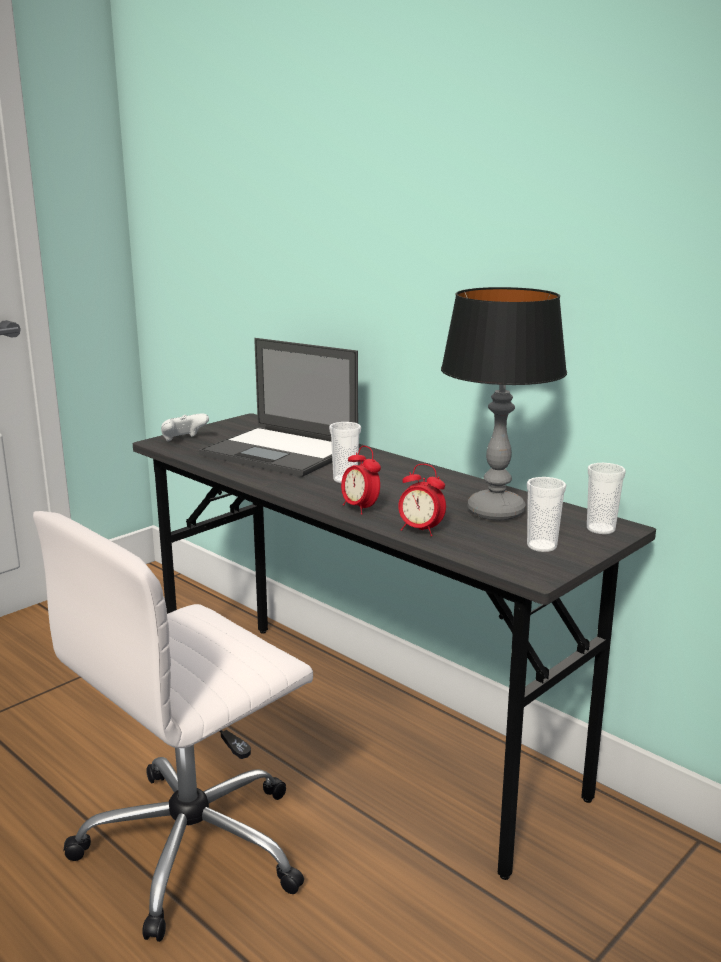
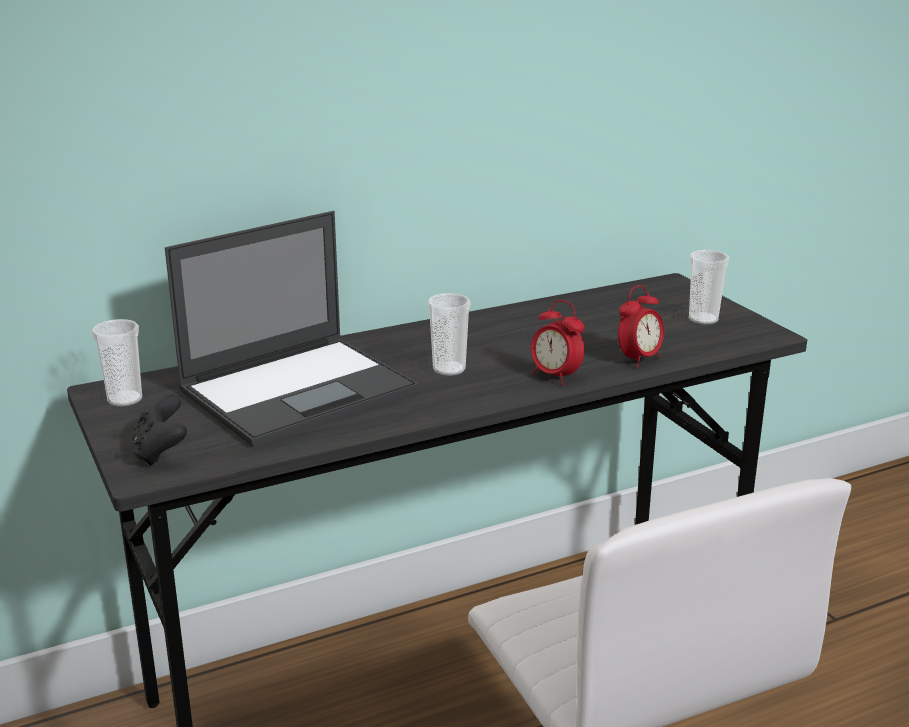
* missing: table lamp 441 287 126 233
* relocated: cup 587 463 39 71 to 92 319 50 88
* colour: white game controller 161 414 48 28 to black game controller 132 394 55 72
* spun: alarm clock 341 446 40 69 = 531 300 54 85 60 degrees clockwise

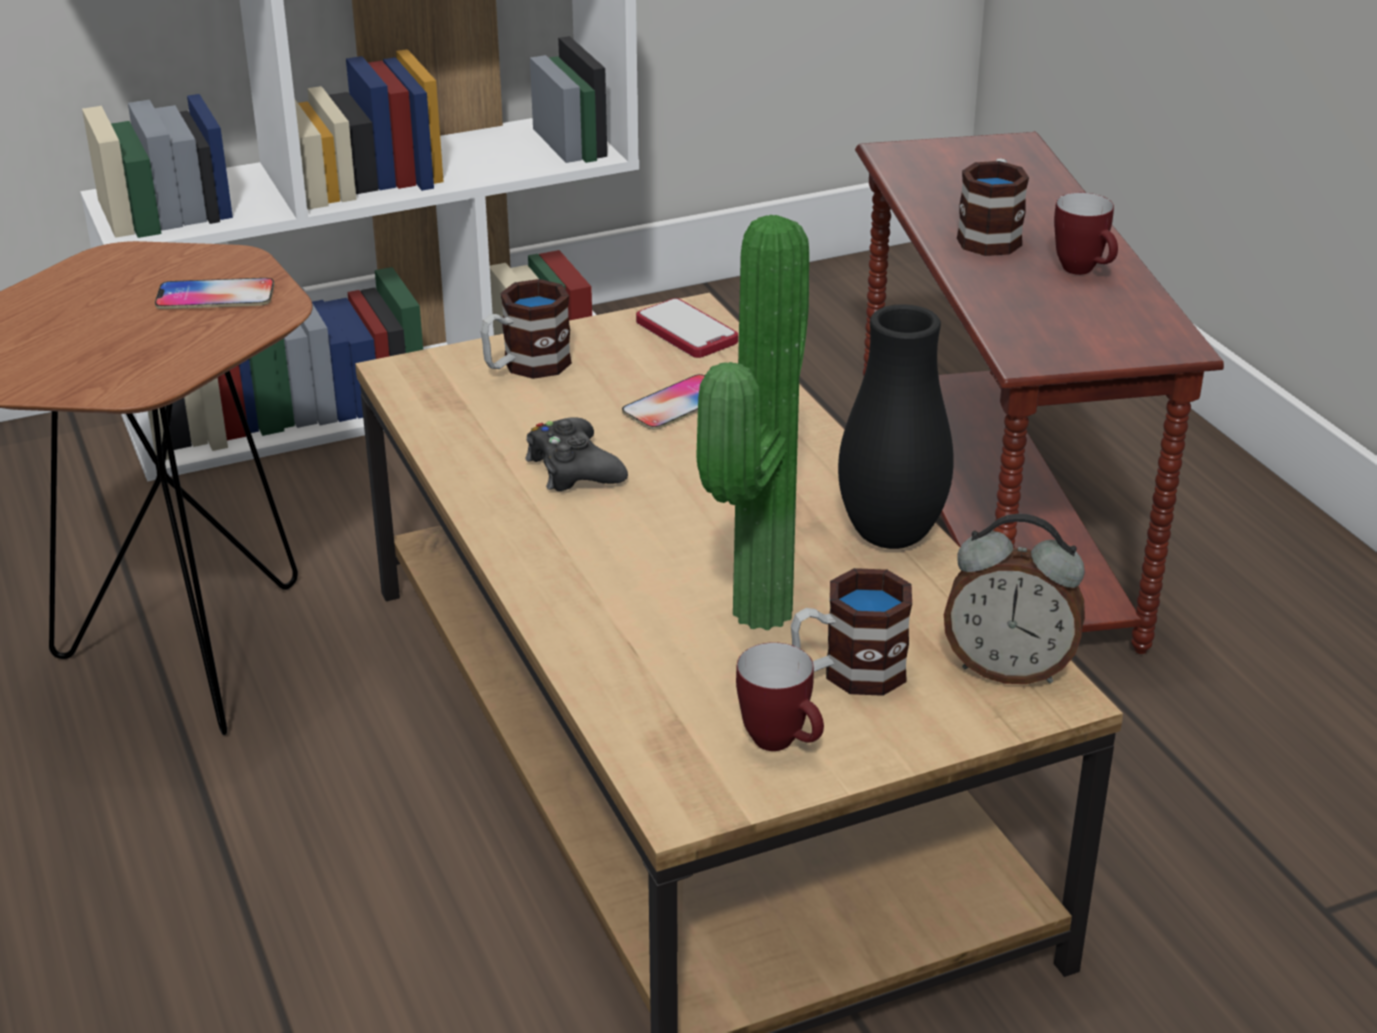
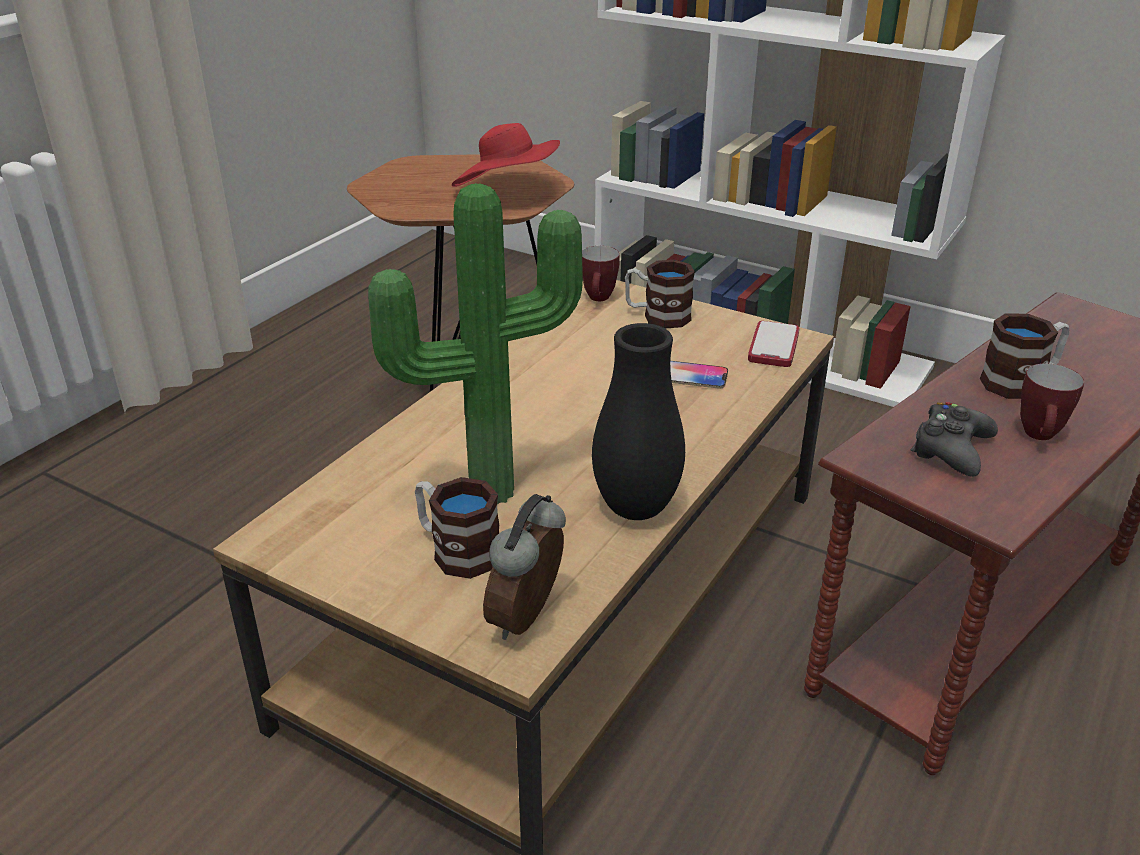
* relocated: black game controller 525 417 103 74 to 911 402 87 75
* relocated: mug 736 642 88 109 to 582 246 38 55
* exchanged: phone 155 278 119 31 to red hat 452 123 108 64
* spun: alarm clock 944 514 141 170 = 483 494 83 146 45 degrees clockwise

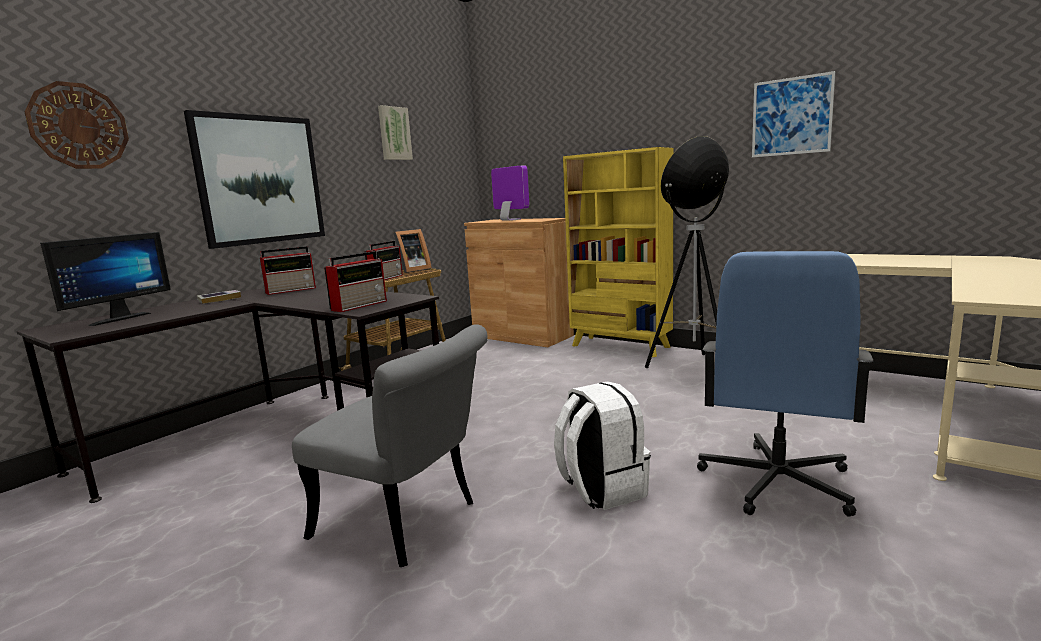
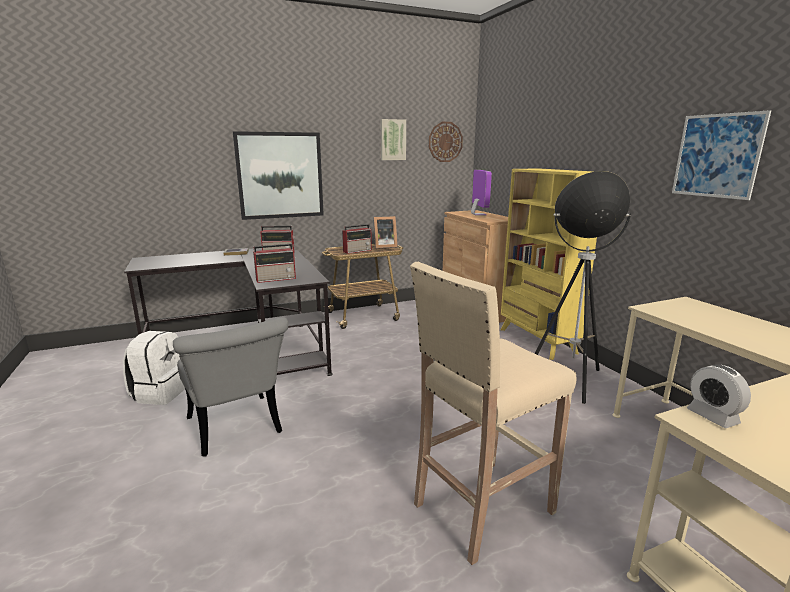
* missing: monitor 40 232 131 94
* appeared: alarm clock 687 364 64 64
* relocated: wall clock 24 81 105 88 to 429 122 34 40
* relocated: white backpack 554 381 97 129 to 123 331 62 74
* exchanged: blue office chair 697 251 176 266 to beige stool 410 262 166 303

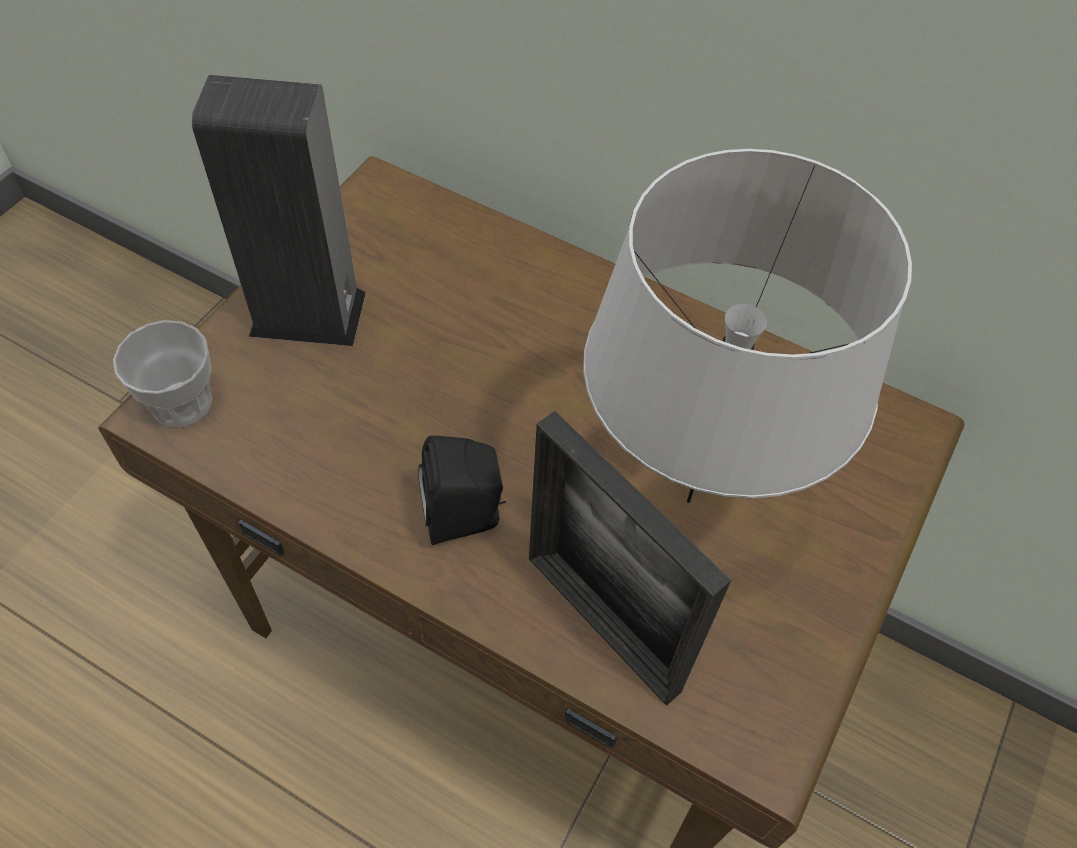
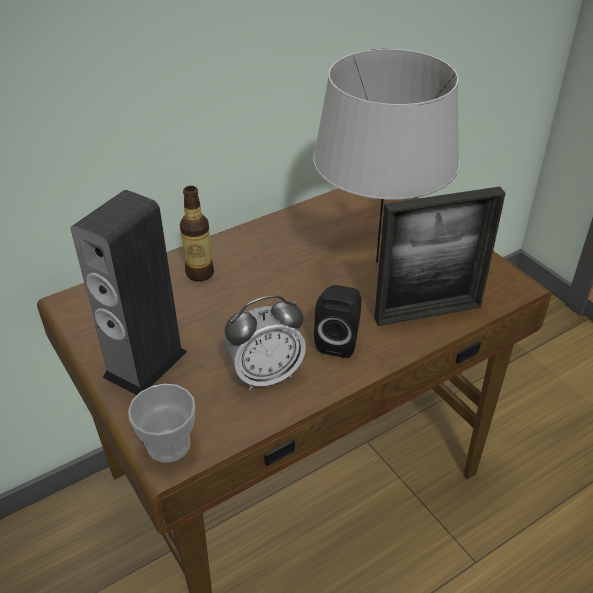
* appeared: bottle 180 186 34 95
* appeared: alarm clock 224 296 82 94

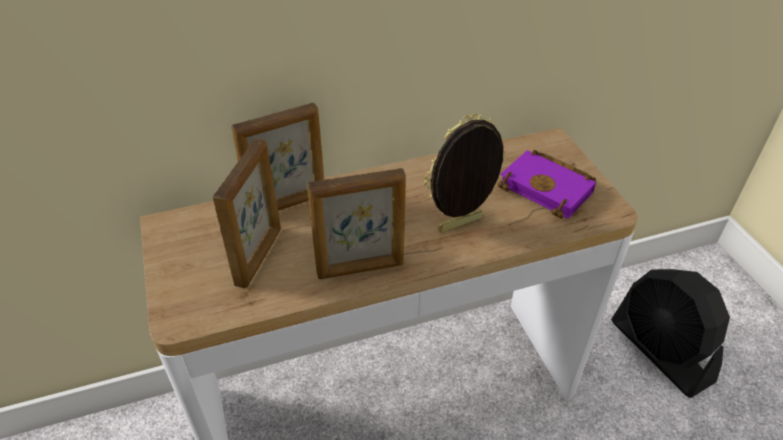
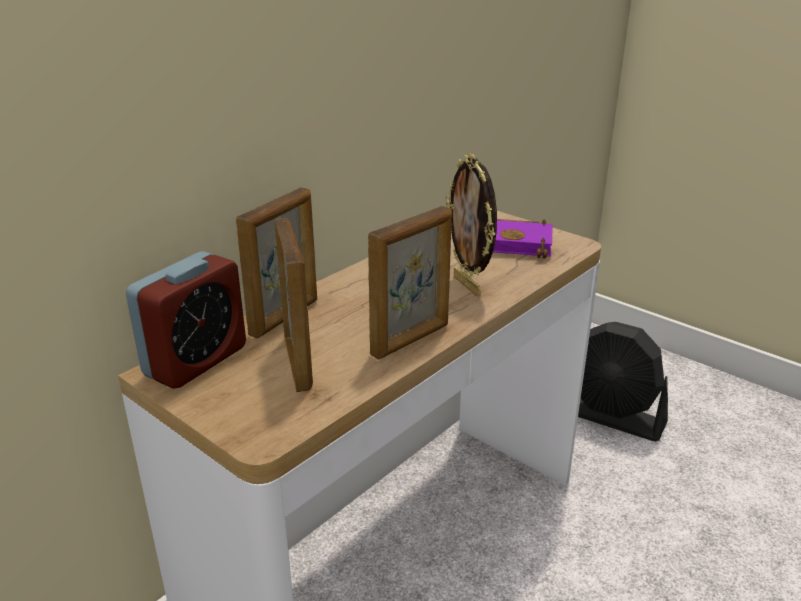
* appeared: alarm clock 126 251 120 138
* spun: picture frame 424 113 81 119 = 446 153 51 143 60 degrees counterclockwise

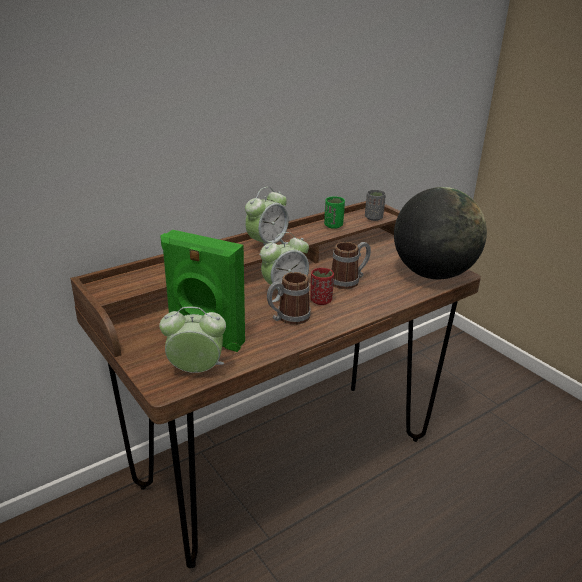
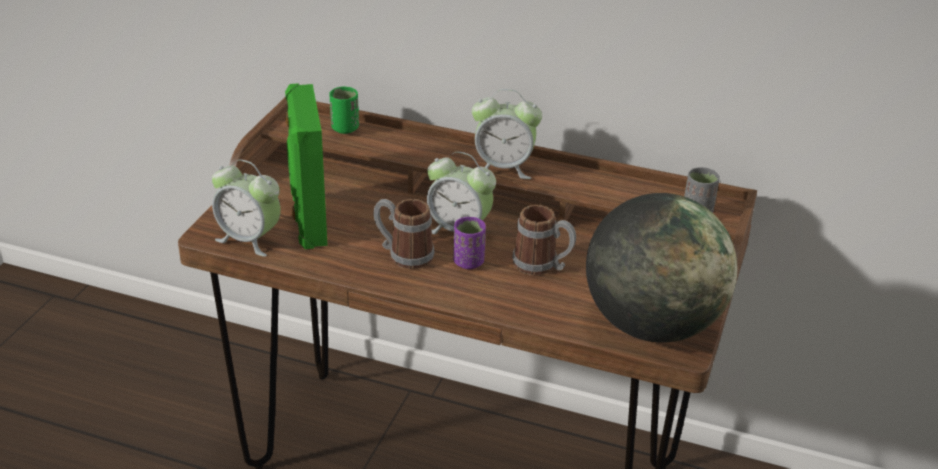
* relocated: green cup 324 196 21 33 to 329 87 30 47
* colour: red cup 310 268 24 37 to purple cup 453 217 33 52
* spun: alarm clock 159 307 67 66 = 212 159 69 98 150 degrees clockwise

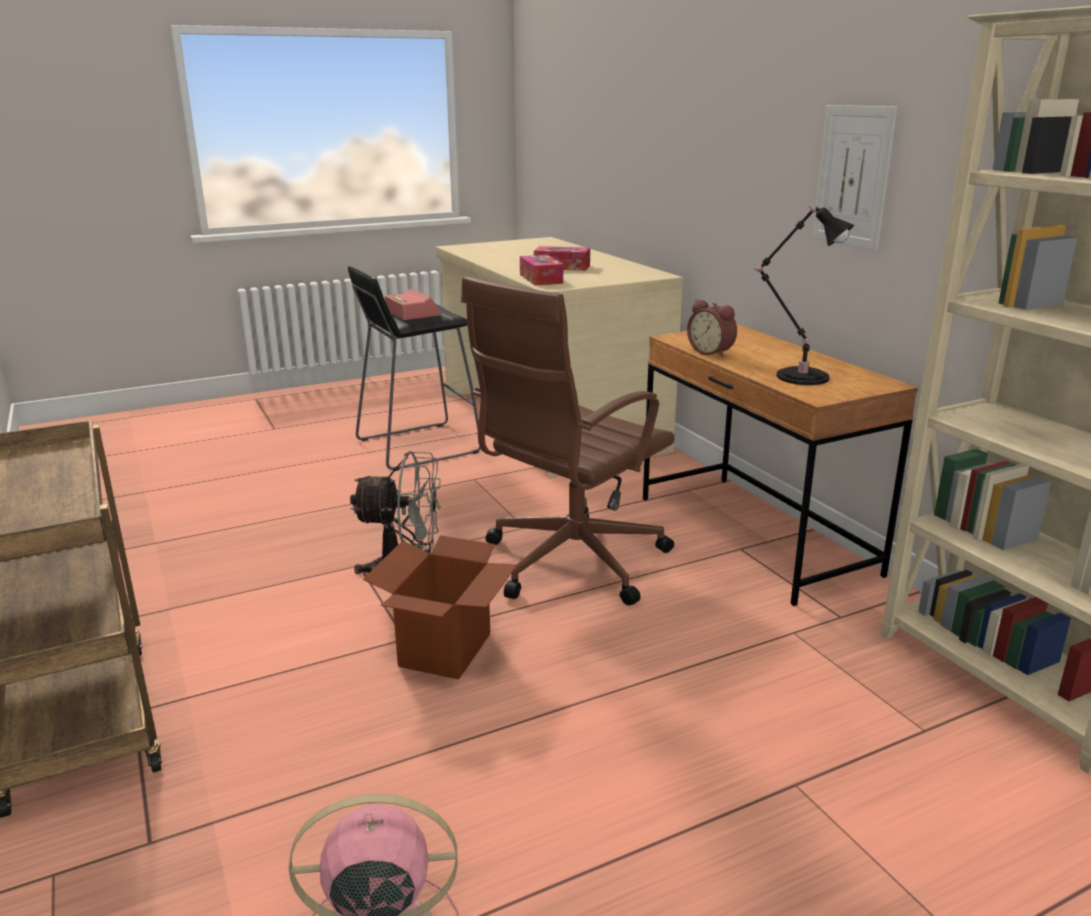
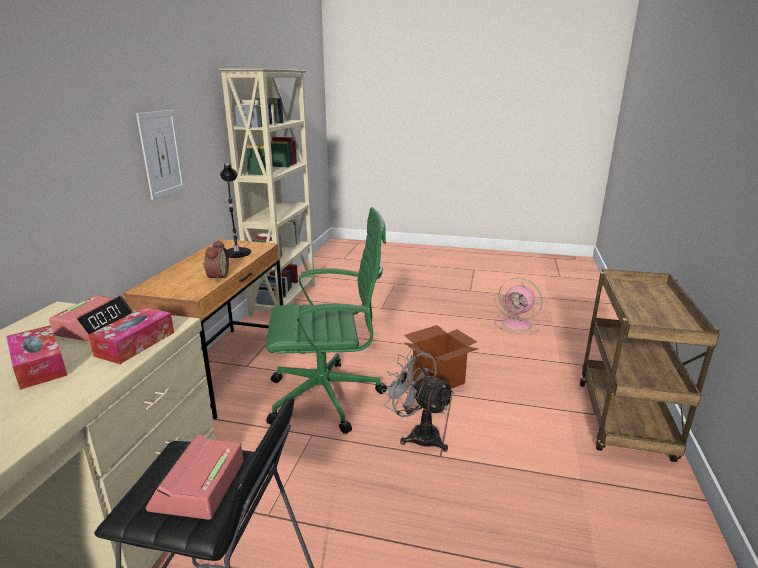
* appeared: alarm clock 49 295 85 46
* colour: brown office chair 461 276 214 329 to green office chair 266 207 121 227

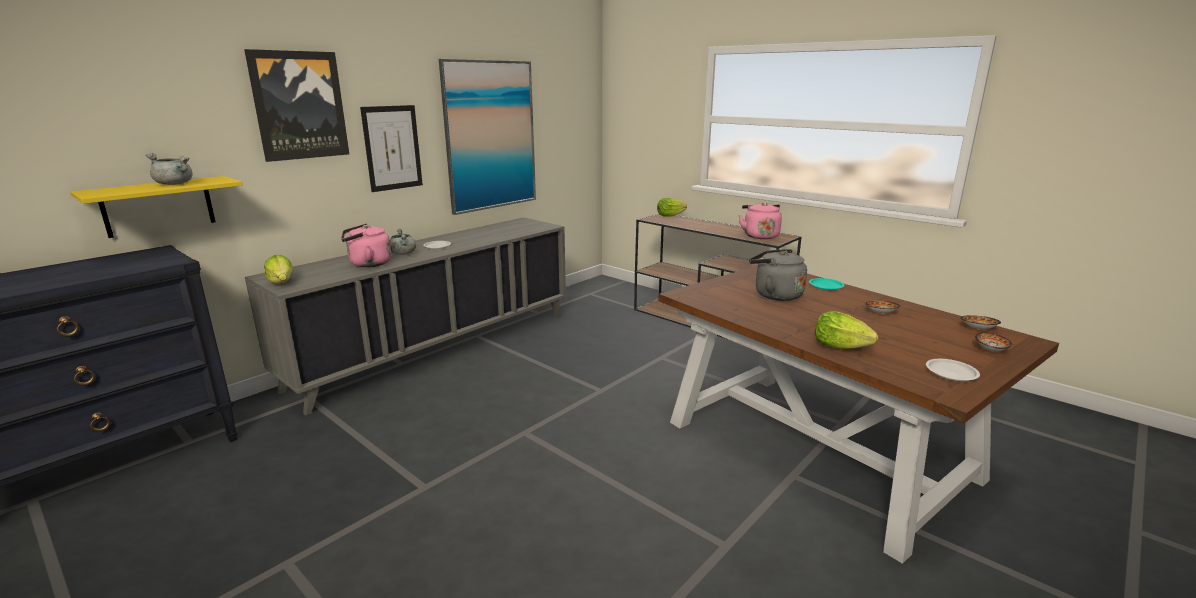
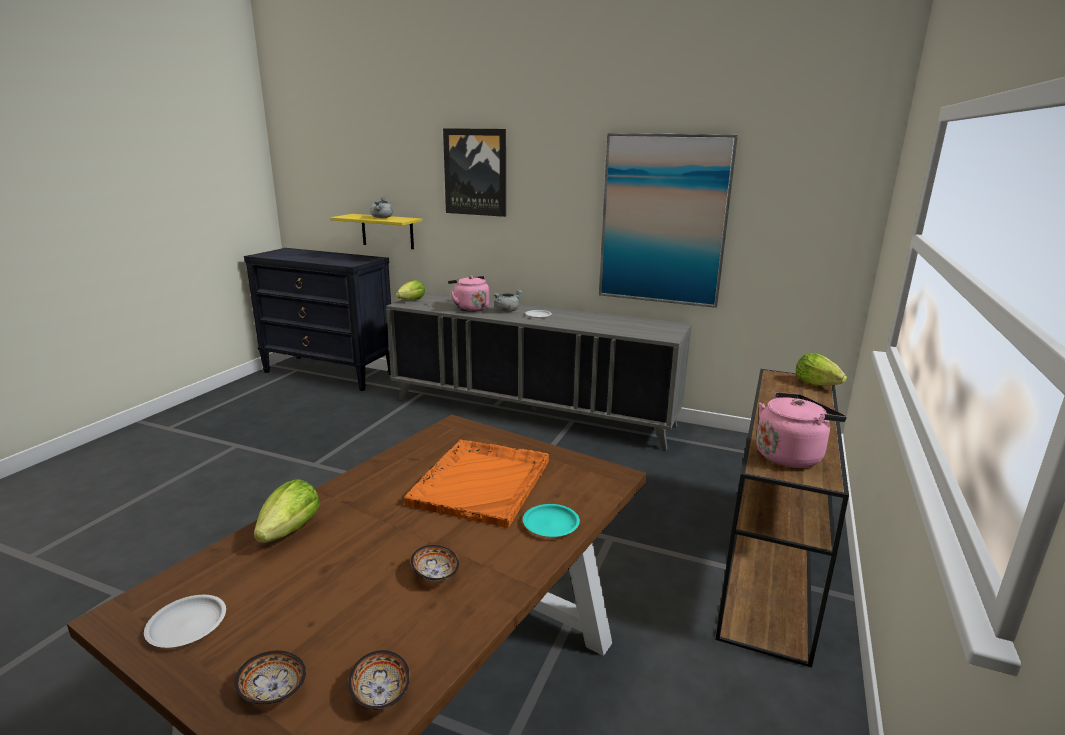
* missing: picture 360 105 63 87
* exchanged: grey kettle 749 249 58 52 to orange tray 404 439 145 89

